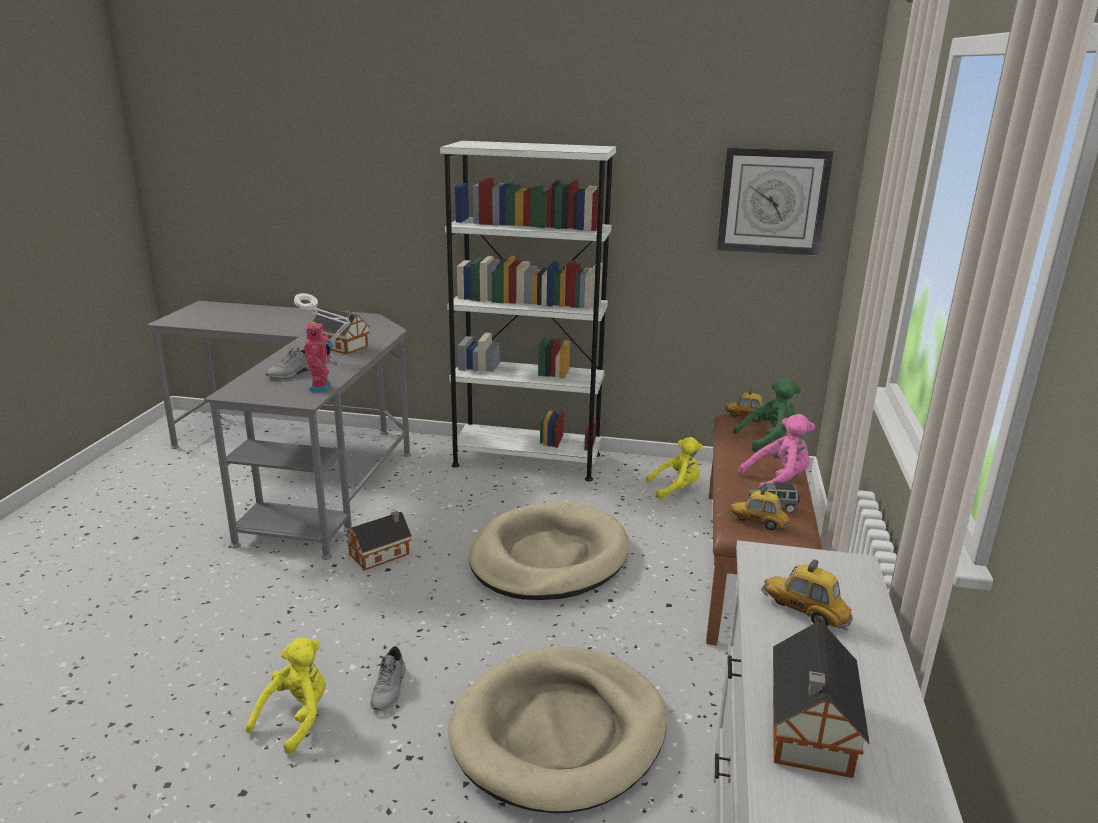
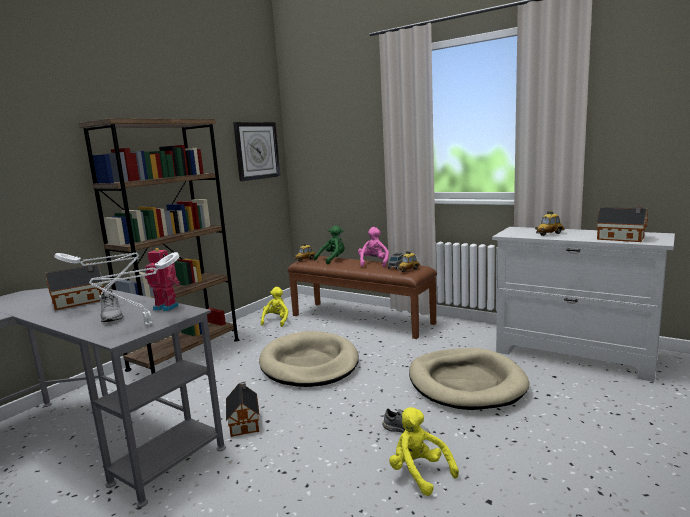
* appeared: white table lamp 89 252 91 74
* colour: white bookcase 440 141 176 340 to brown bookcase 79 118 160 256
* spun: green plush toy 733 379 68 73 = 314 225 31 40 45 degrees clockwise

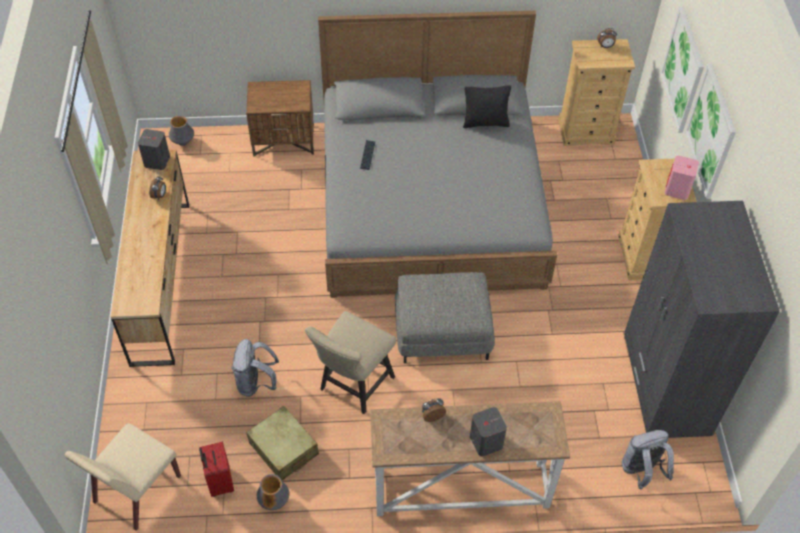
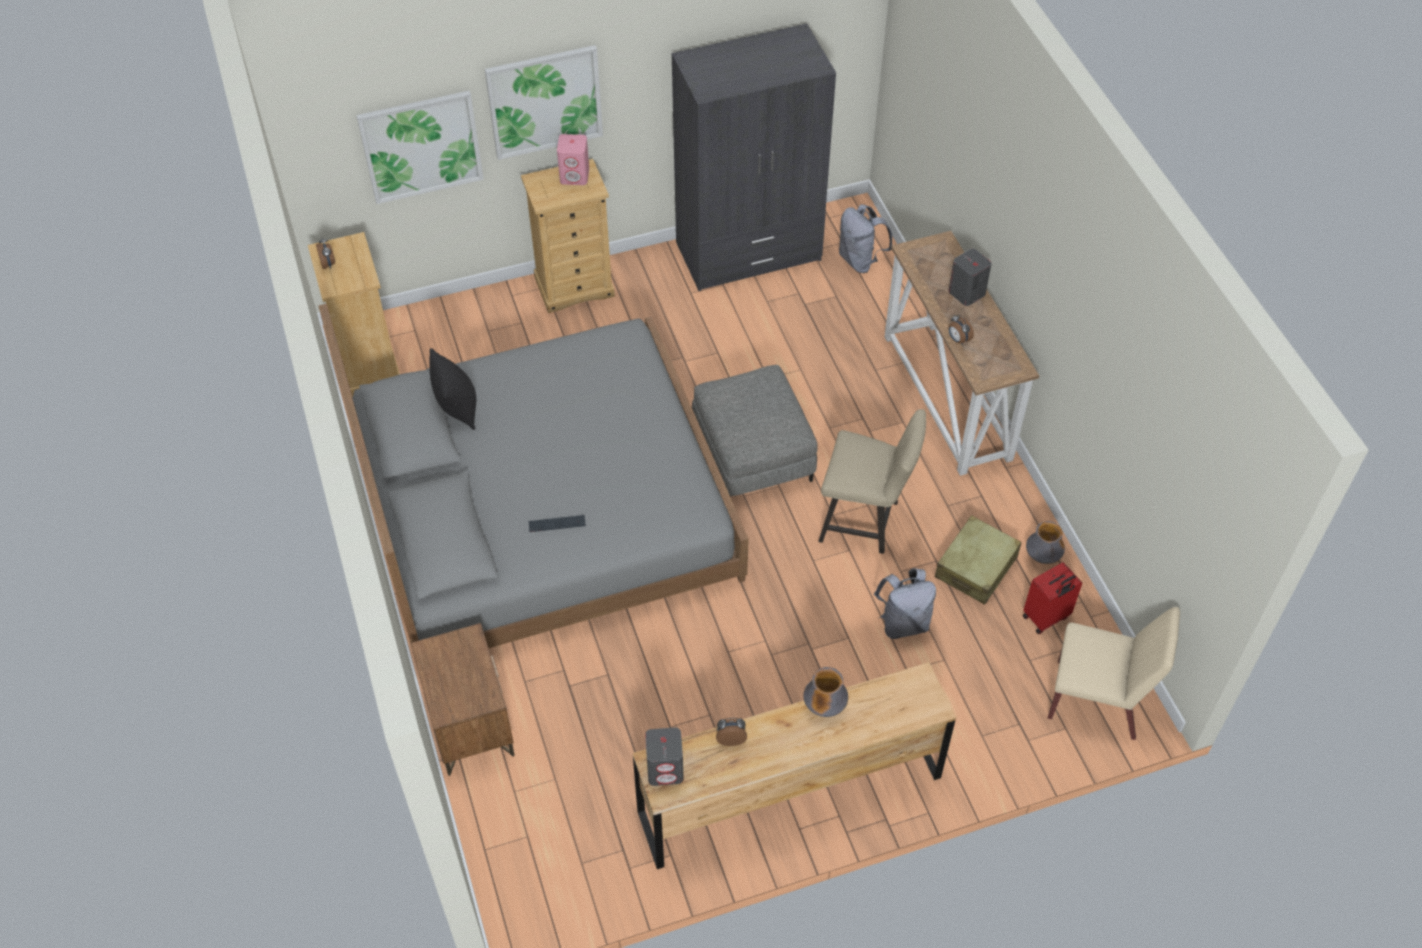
* relocated: vase 169 116 25 30 to 803 667 45 50

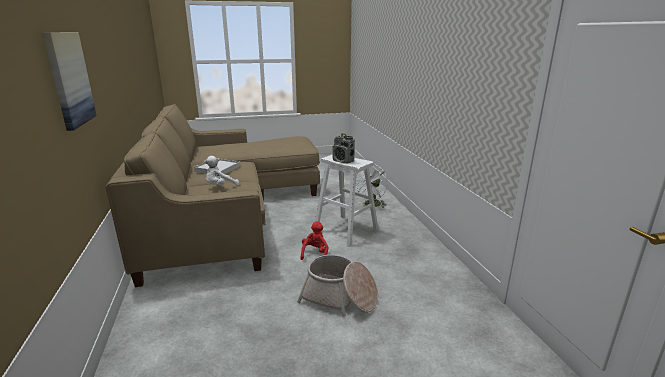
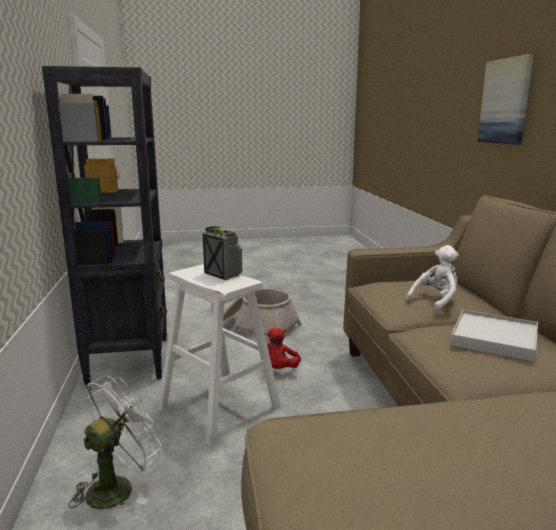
* appeared: black bookcase 42 66 125 319

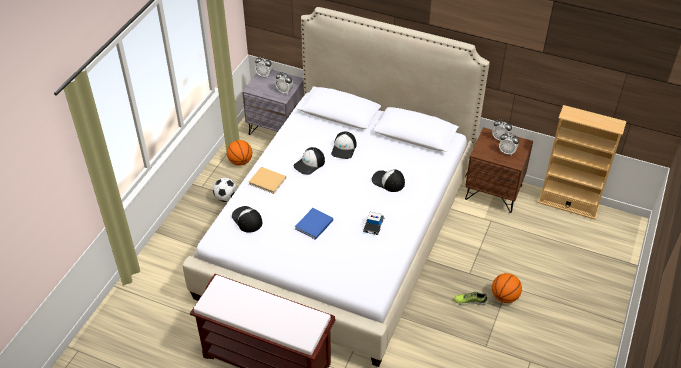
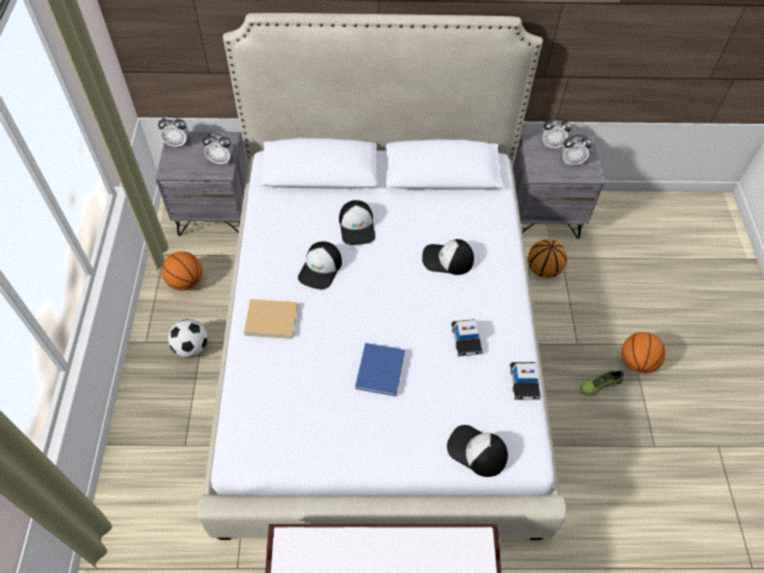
* missing: beige bookcase 538 105 88 115
* appeared: toy car 509 362 32 38
* appeared: basketball 528 239 39 39
* relocated: cap 232 206 30 27 to 447 425 61 52
* colour: brown nightstand 465 127 68 86 to grey nightstand 513 135 91 104

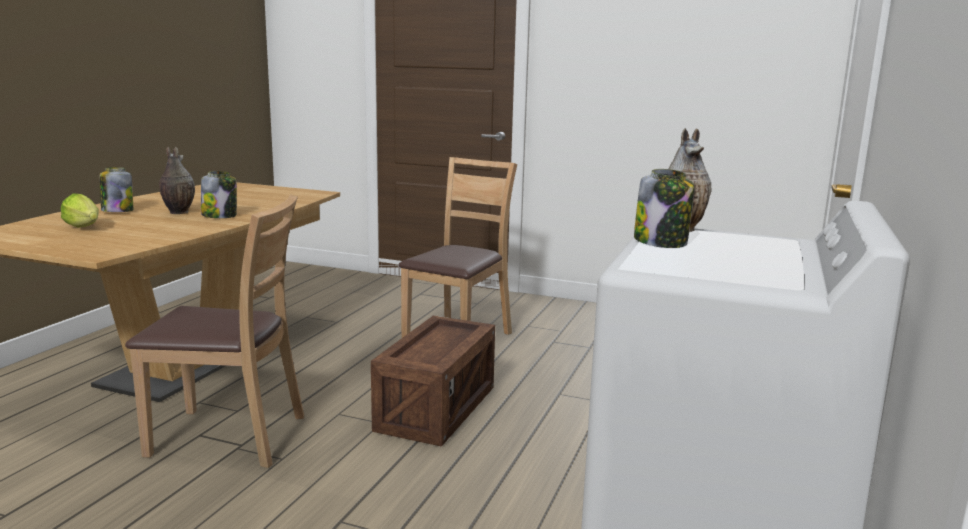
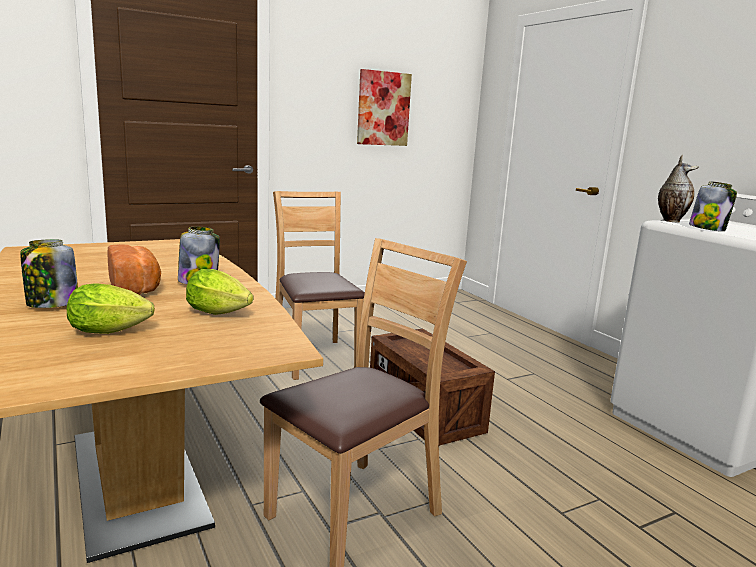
* appeared: lettuce 186 269 67 46
* appeared: picture 357 69 55 77
* exchanged: vase 159 147 36 67 to bread 107 244 54 51

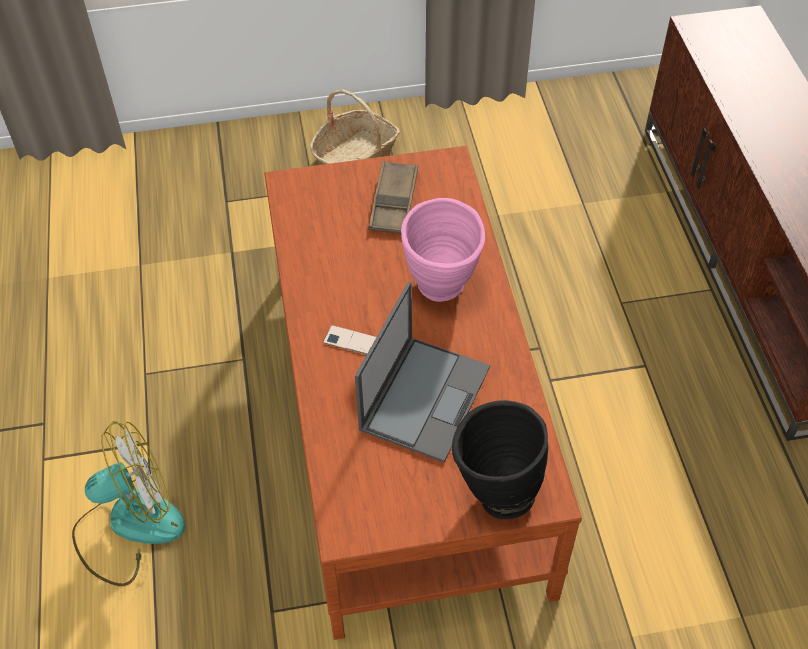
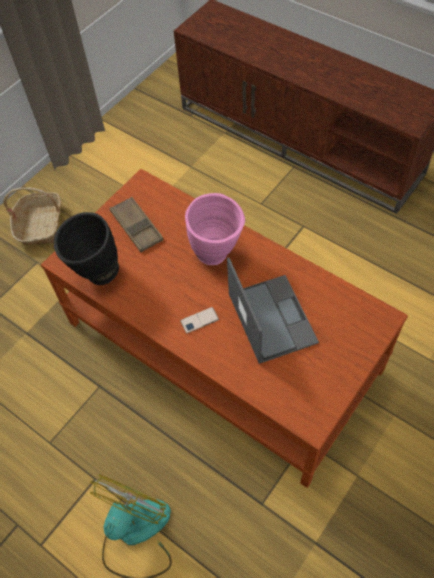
* relocated: black vase 452 400 96 119 to 54 212 65 73

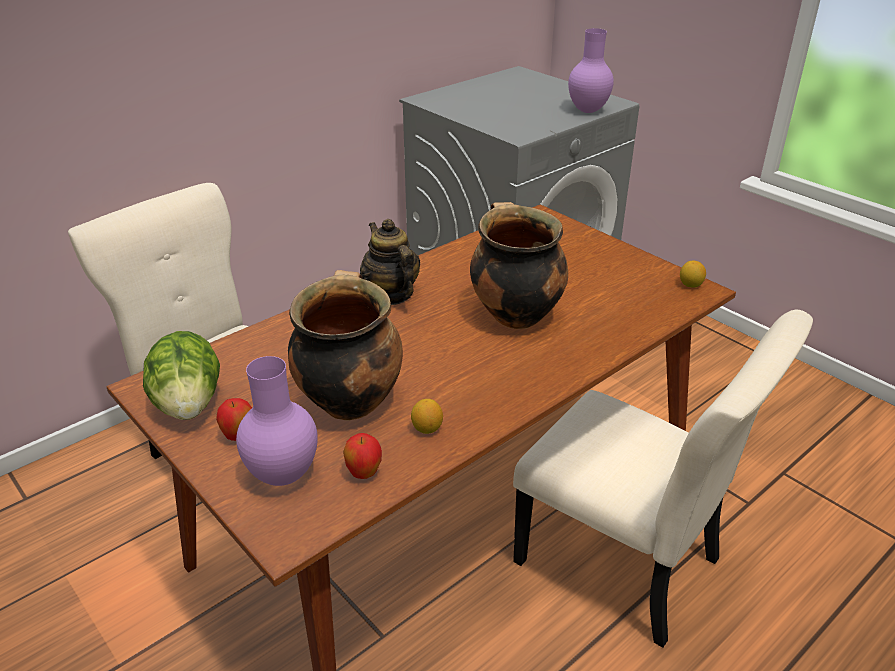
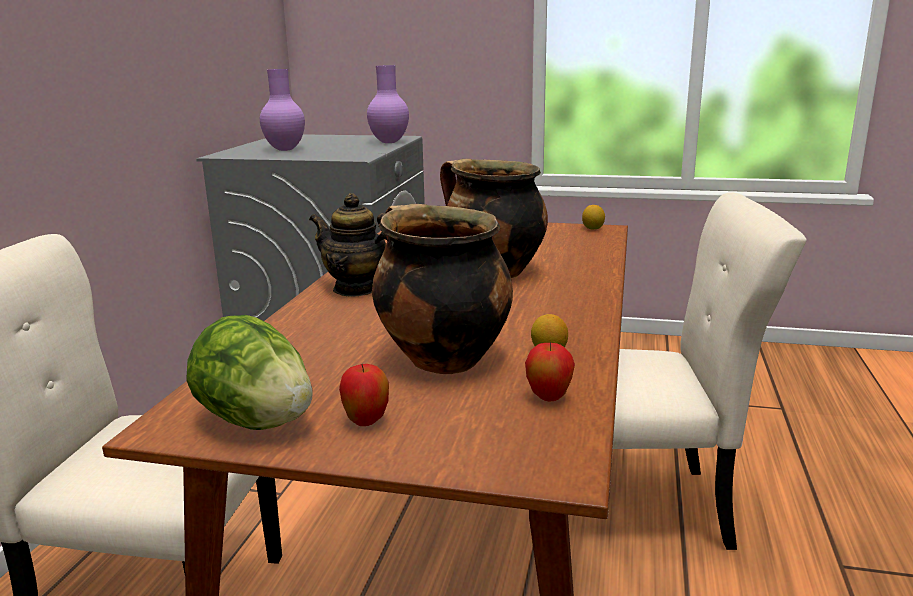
* relocated: purple vase 236 356 82 130 to 260 69 45 82

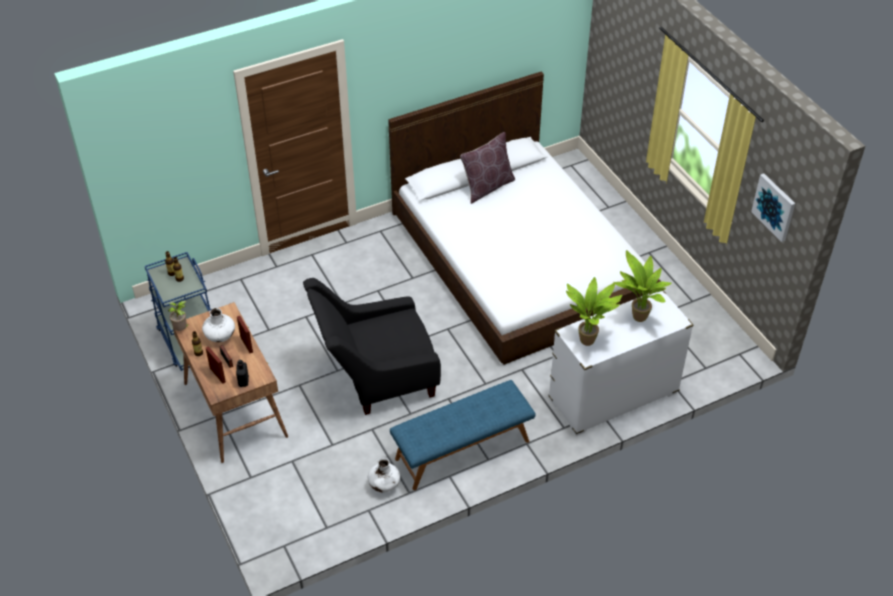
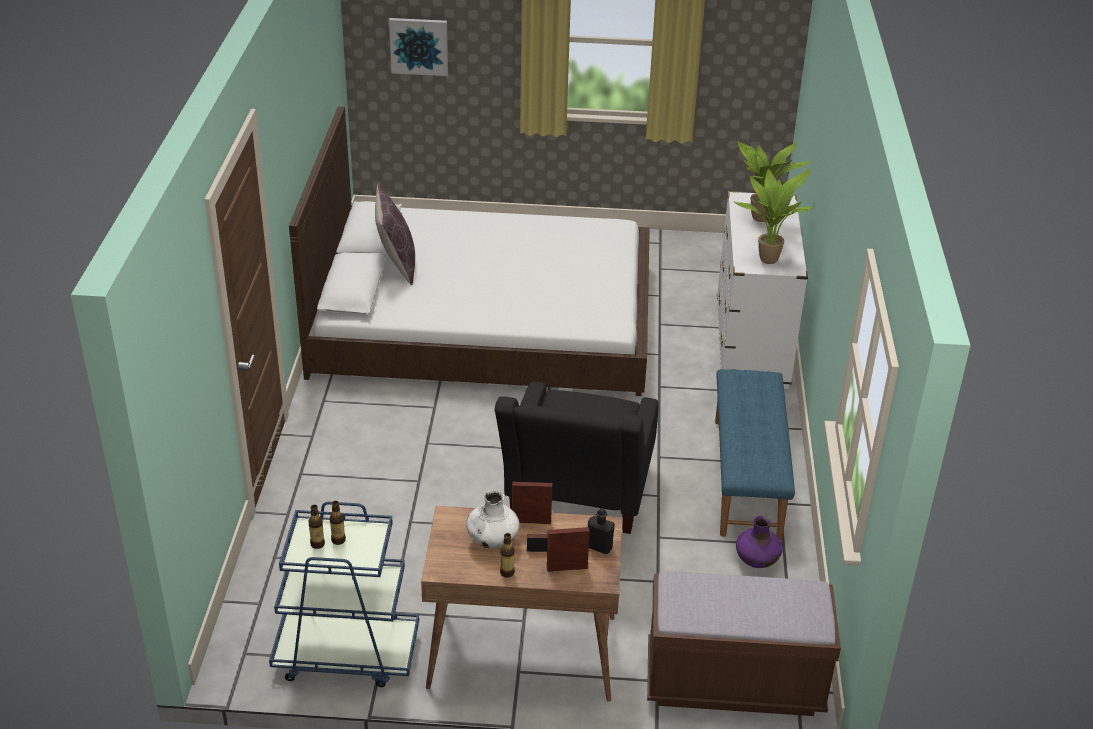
* missing: potted plant 168 301 20 30
* appeared: brown bench 647 571 194 145
* relocated: picture 751 173 45 69 to 389 18 59 58
* colour: white vase 368 458 32 35 to purple vase 736 516 47 52

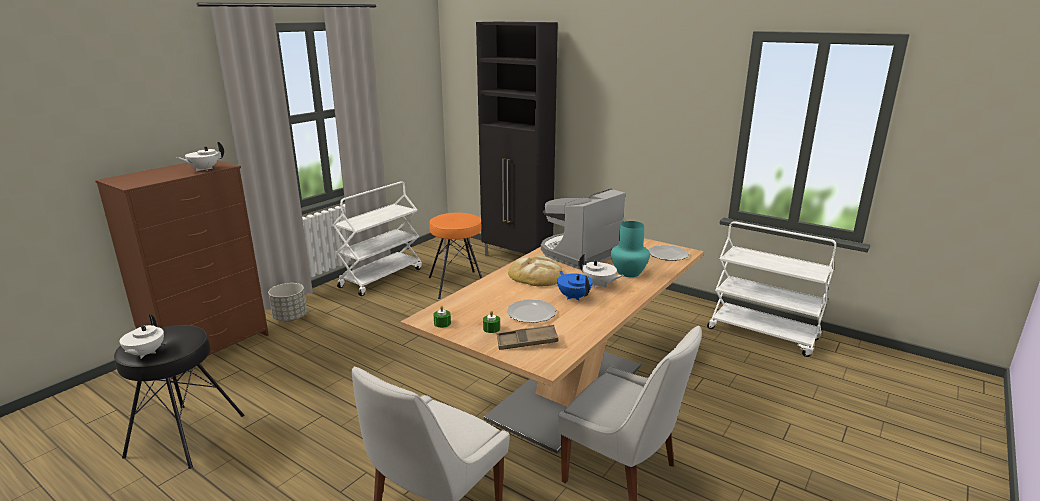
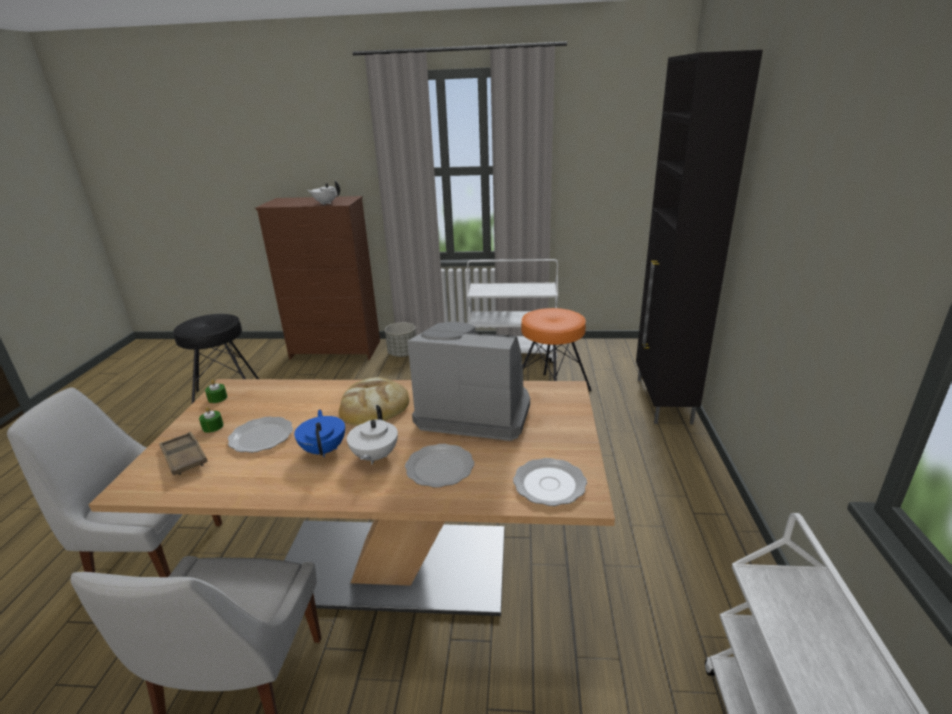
* missing: white teapot 119 314 45 45
* exchanged: turquoise vase 611 221 39 56 to plate 405 444 69 44
* spun: blue teapot 557 271 36 30 = 294 410 51 47 45 degrees counterclockwise

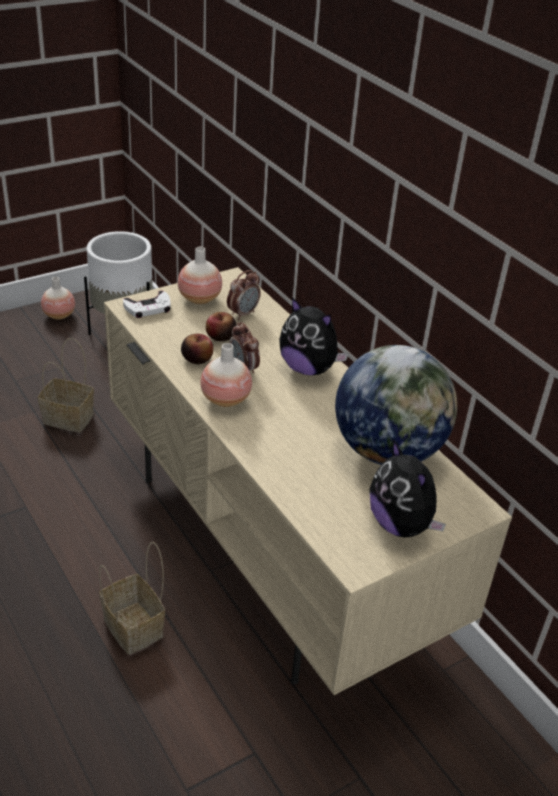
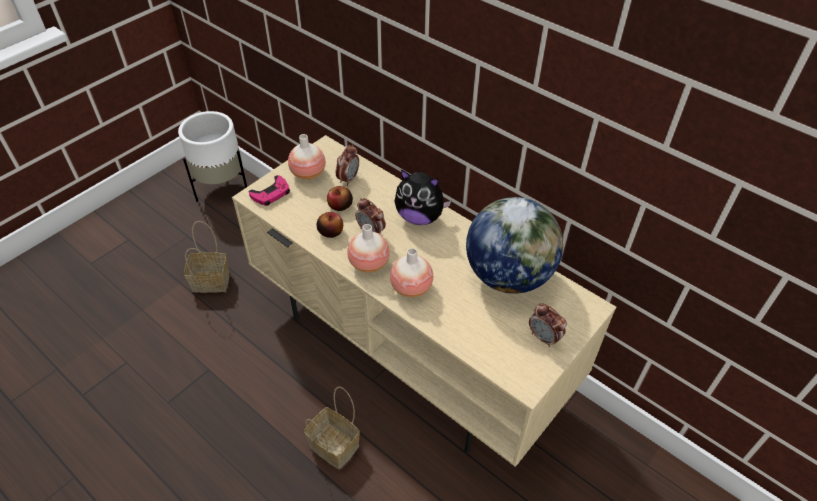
* relocated: vase 41 277 34 43 to 390 248 43 49
* exchanged: plush toy 369 439 77 99 to alarm clock 529 303 38 44
* colour: white game controller 123 291 47 27 to pink game controller 249 175 41 31

